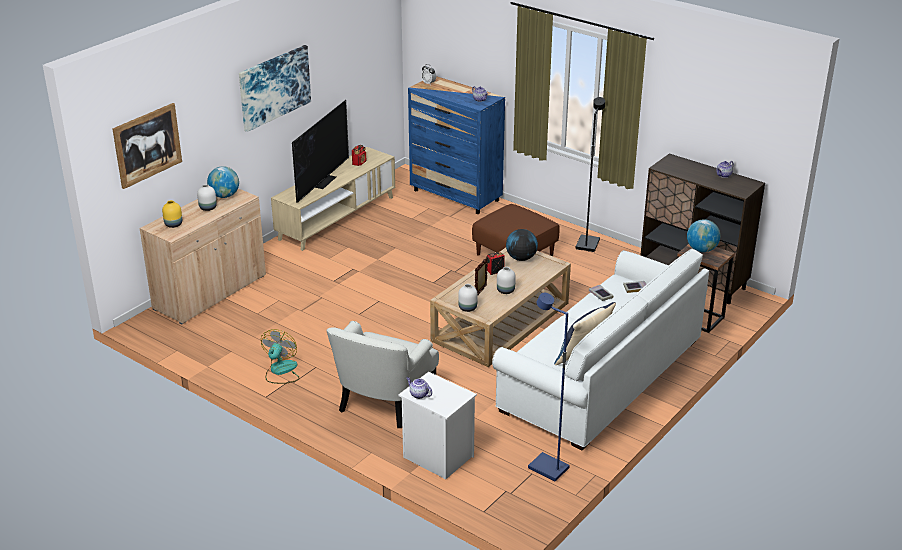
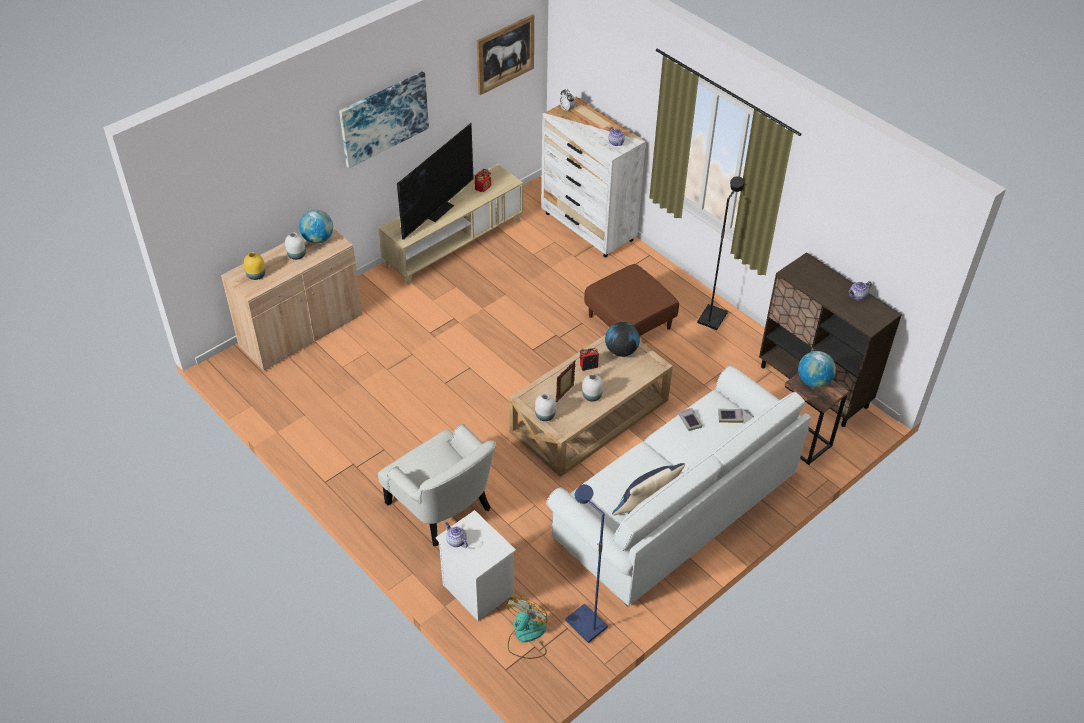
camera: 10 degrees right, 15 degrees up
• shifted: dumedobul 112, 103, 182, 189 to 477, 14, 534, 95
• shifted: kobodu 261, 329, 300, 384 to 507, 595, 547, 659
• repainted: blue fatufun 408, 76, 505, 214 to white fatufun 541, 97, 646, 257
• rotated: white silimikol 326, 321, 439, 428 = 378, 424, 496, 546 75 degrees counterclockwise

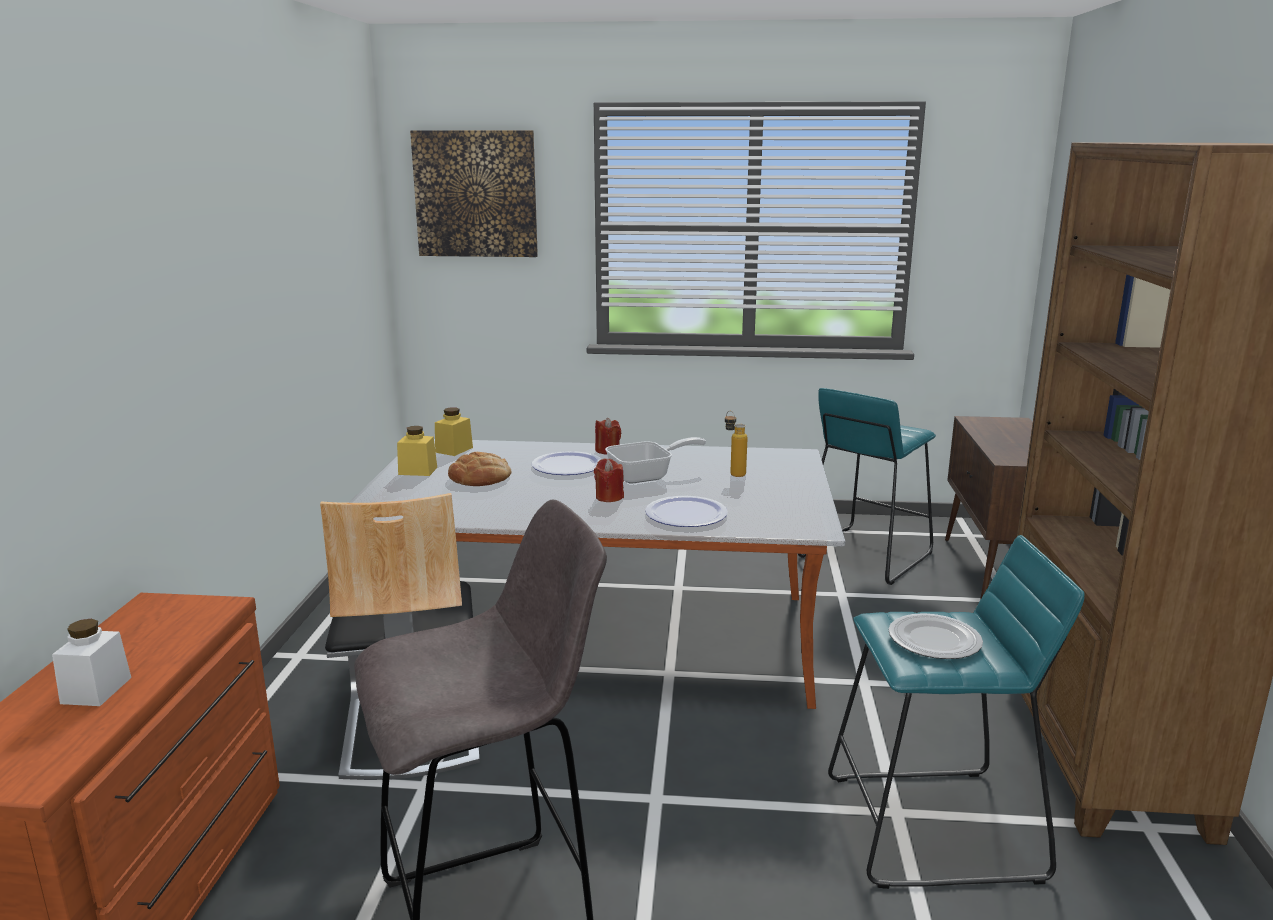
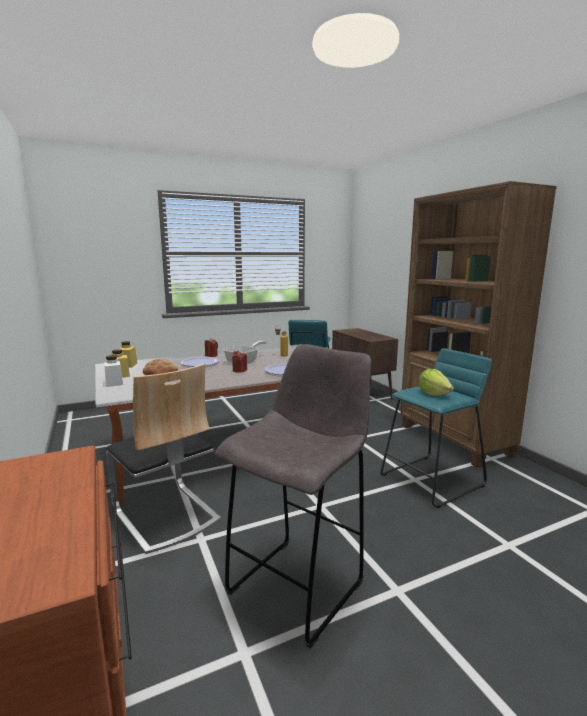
camera: 30 degrees left, 5 degrees down
• gone: dumedobul 410, 130, 538, 257
• shifted: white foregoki 52, 618, 131, 706 to 104, 355, 123, 387
• swapped: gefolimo 888, 613, 983, 659 to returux 418, 369, 454, 396

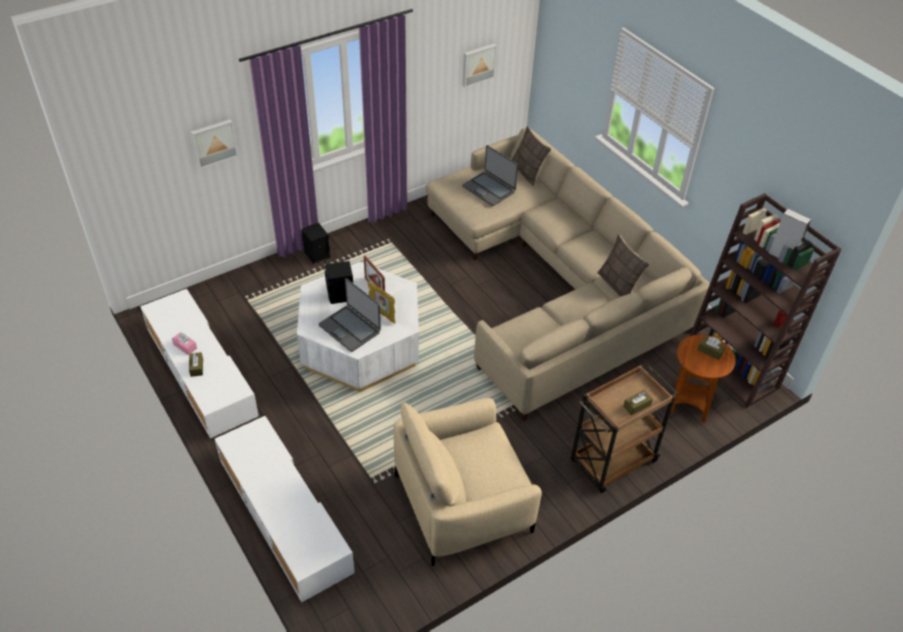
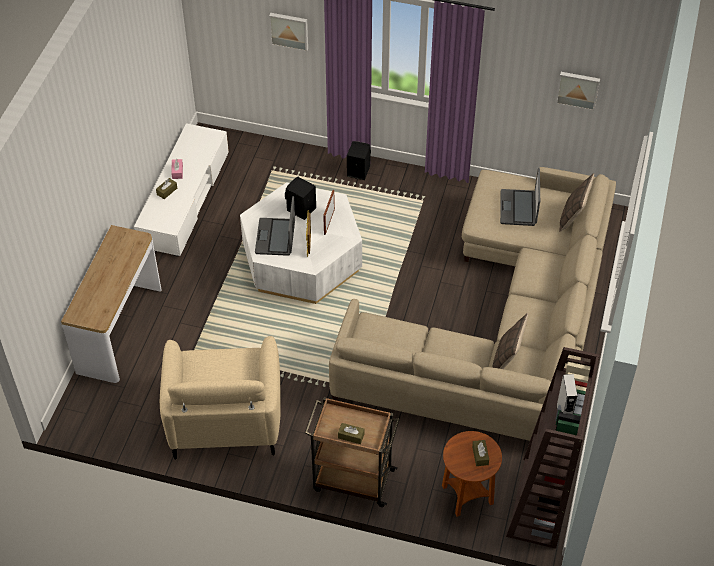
camera: 50 degrees right, 5 degrees up
• swapped: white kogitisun 215, 416, 355, 603 to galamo 61, 225, 161, 383
• rotated: beige silimikol 393, 398, 542, 566 = 160, 336, 281, 460 120 degrees counterclockwise

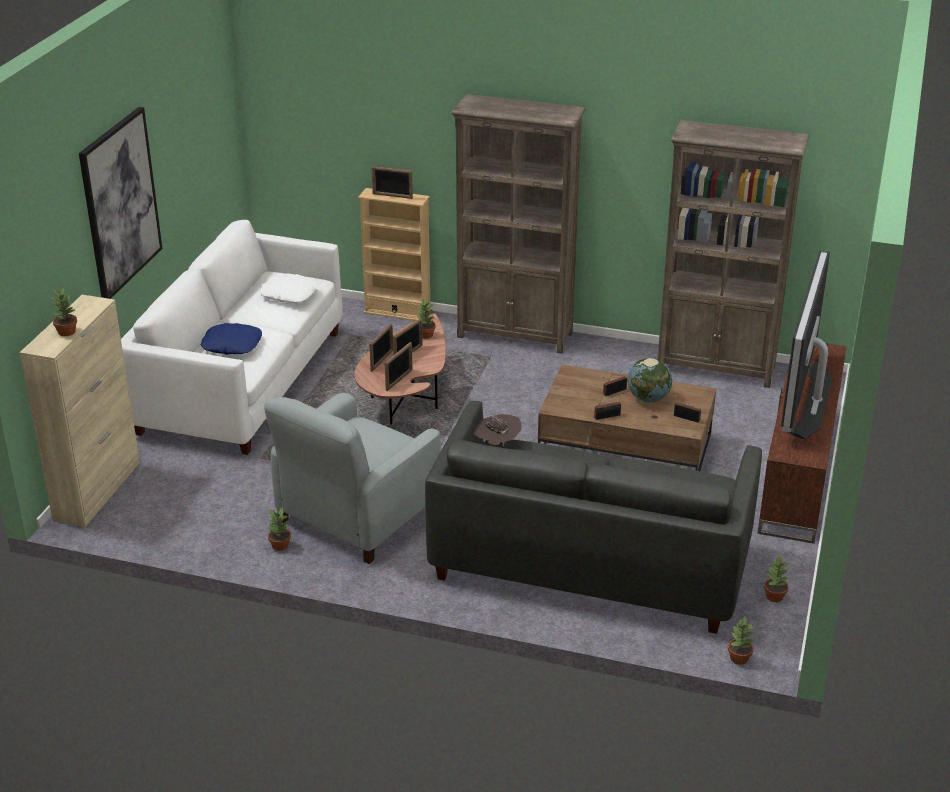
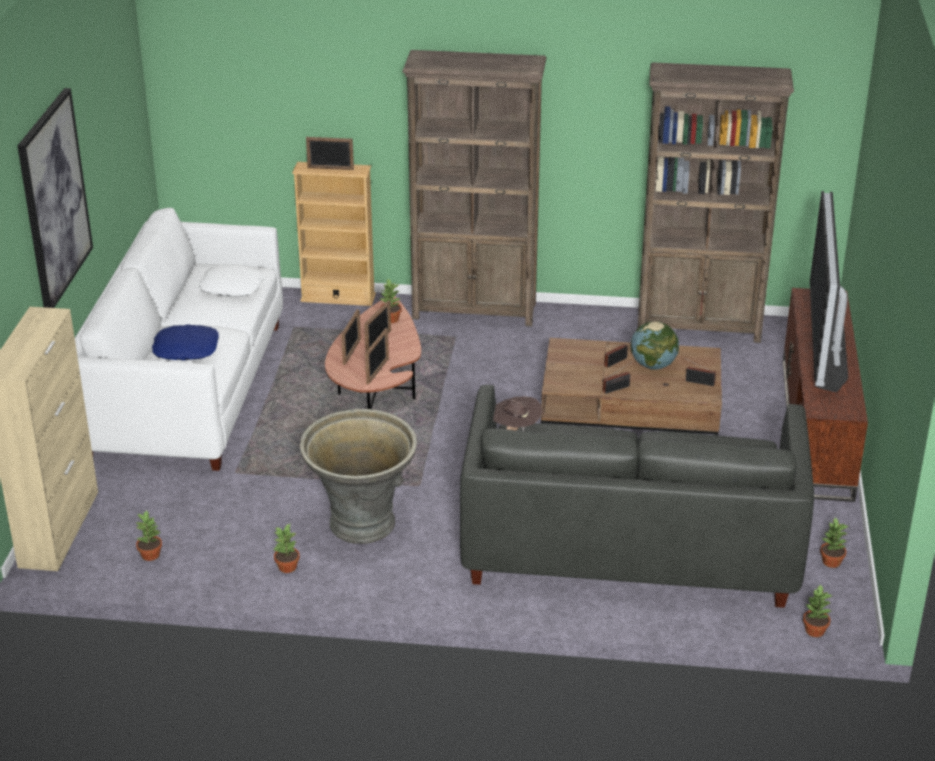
camera: 10 degrees left, 0 degrees up
• shifted: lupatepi 51, 287, 77, 336 to 136, 510, 162, 561
• swapped: grey silimikol 264, 393, 441, 564 to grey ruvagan 300, 409, 417, 544

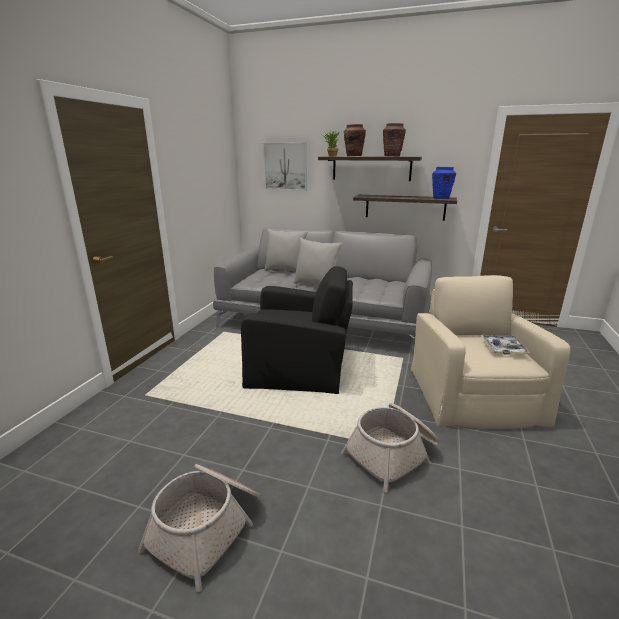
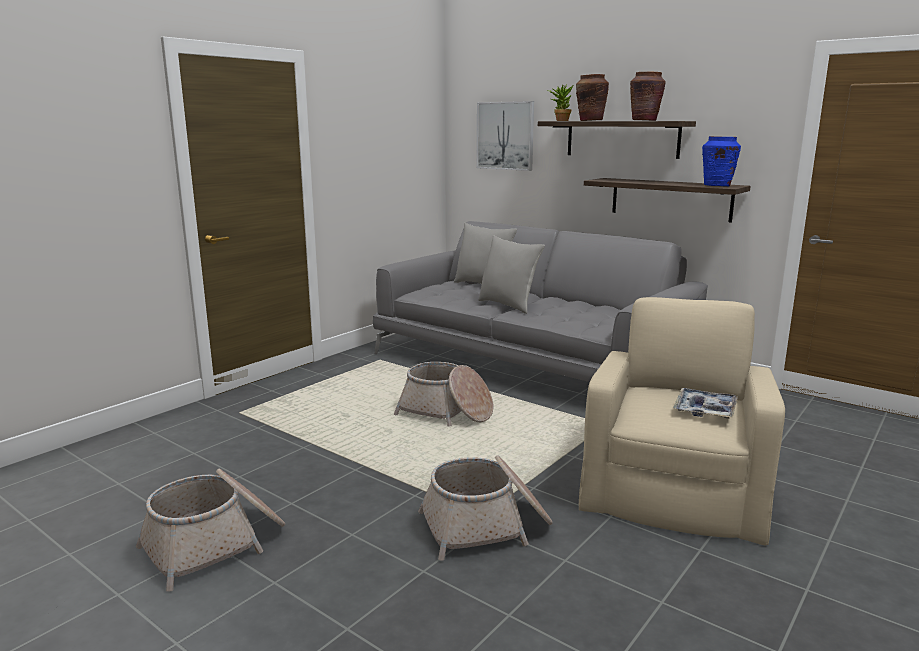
camera: 20 degrees right, 5 degrees down
• swapped: black silimikol 241, 266, 353, 394 to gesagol 394, 362, 493, 427

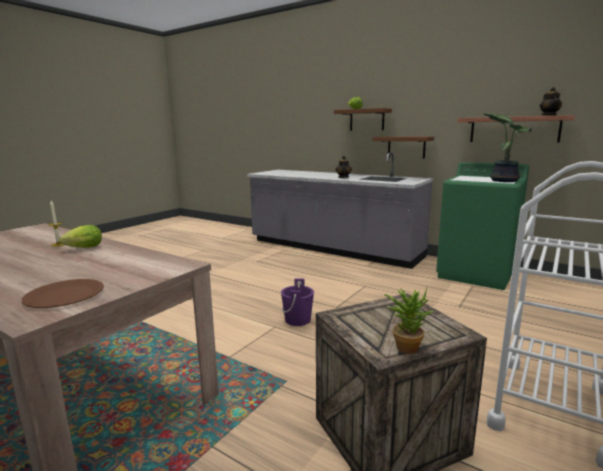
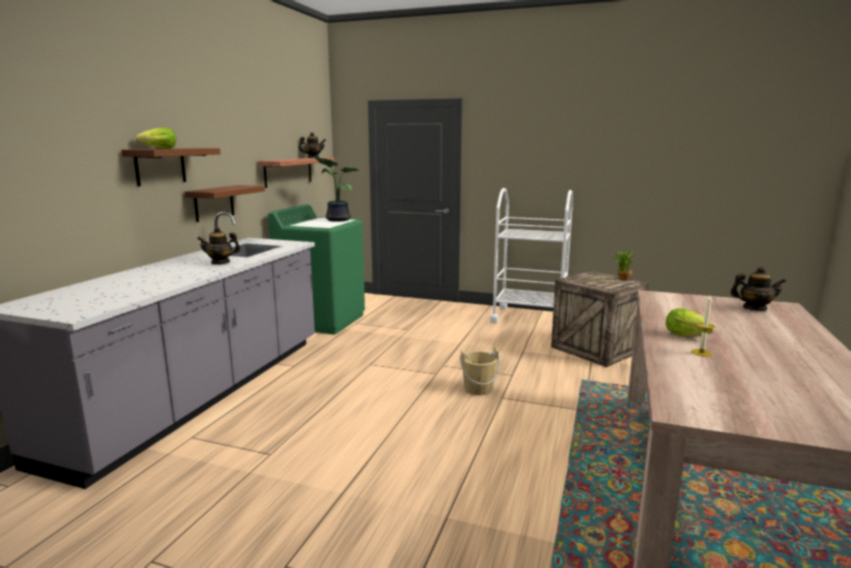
camera: 105 degrees left, 0 degrees up
• swapped: brown gefolimo 22, 279, 104, 308 to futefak 730, 266, 786, 311
• repainted: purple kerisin 281, 278, 314, 326 to beige kerisin 460, 347, 499, 395

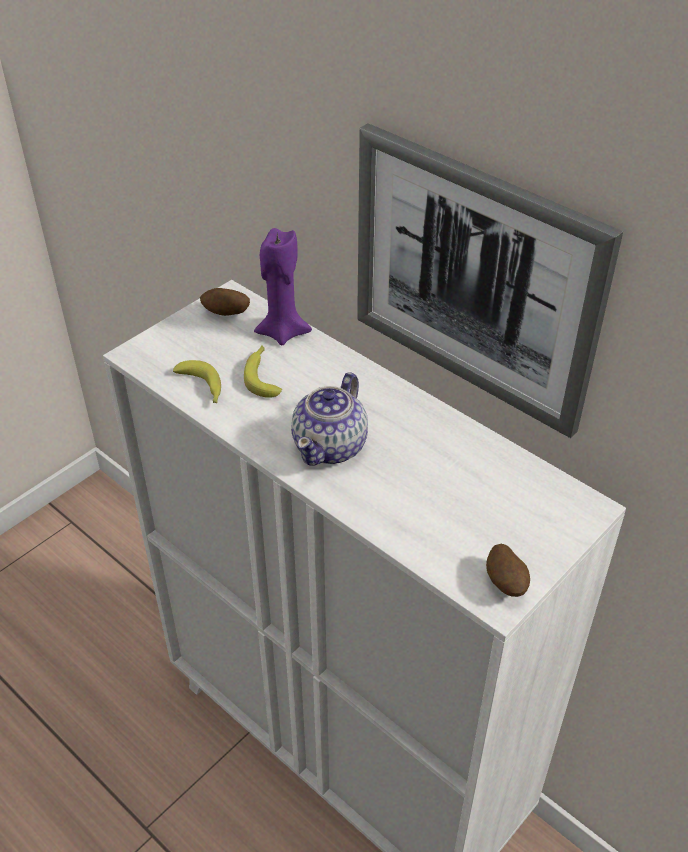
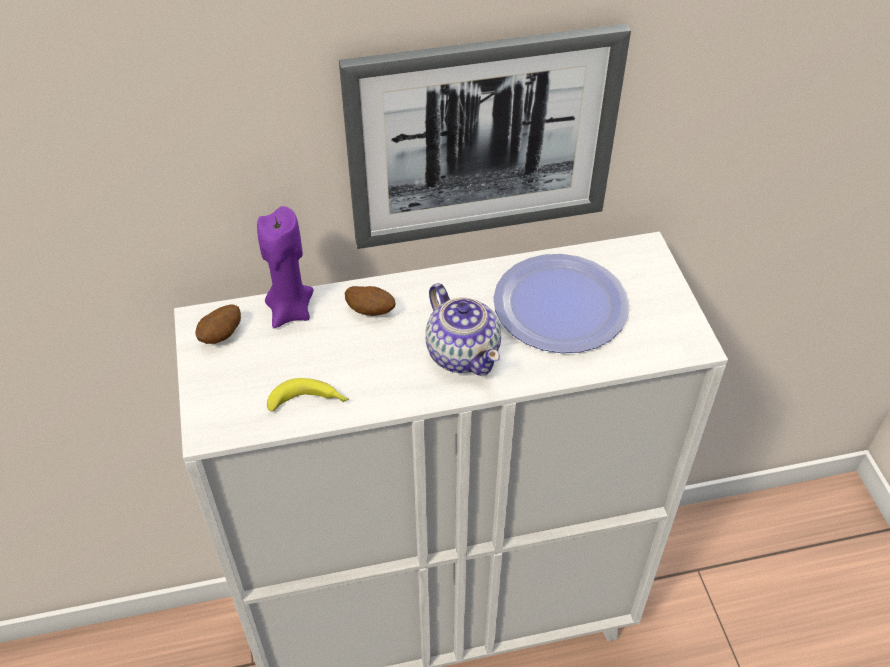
camera: 55 degrees left, 5 degrees up
• gone: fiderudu 244, 345, 282, 398
• new: gefolimo 493, 254, 629, 353
• shifted: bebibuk 486, 544, 530, 597 to 345, 286, 396, 316

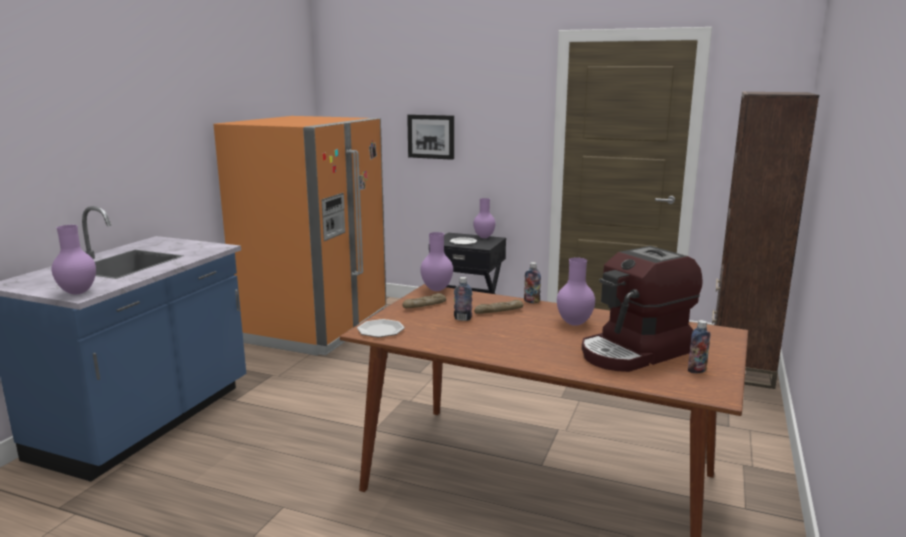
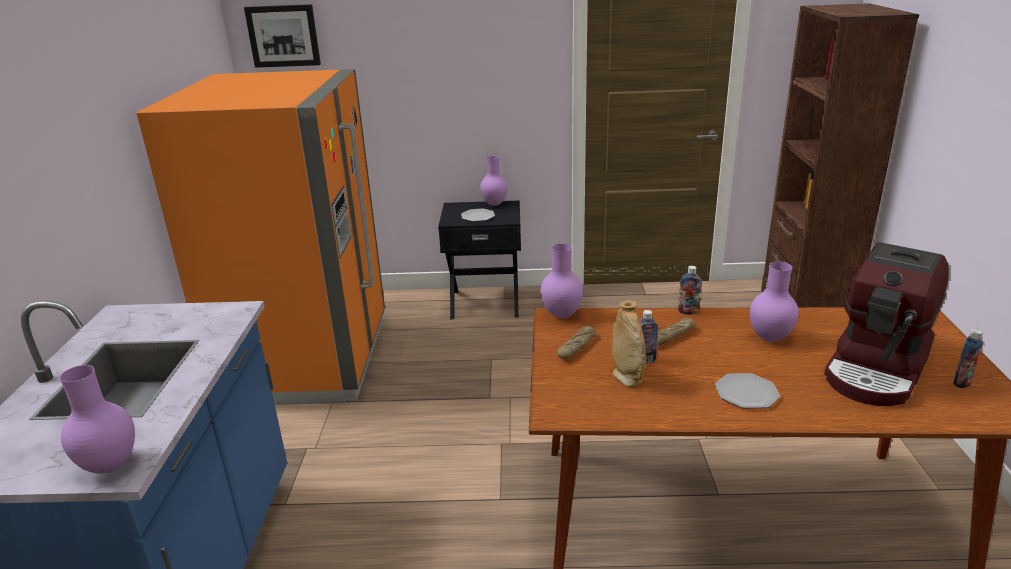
camera: 20 degrees left, 10 degrees up
• new: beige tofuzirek 612, 300, 646, 387
• shifted: gefolimo 357, 319, 405, 337 to 715, 373, 780, 409
• shifted: dumedobul 407, 114, 454, 160 to 244, 4, 321, 68

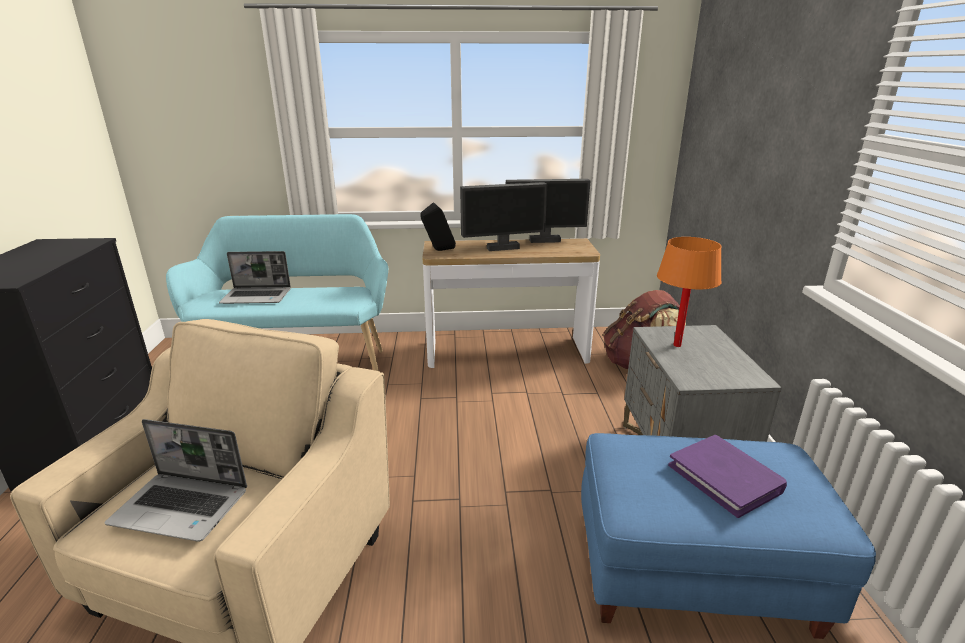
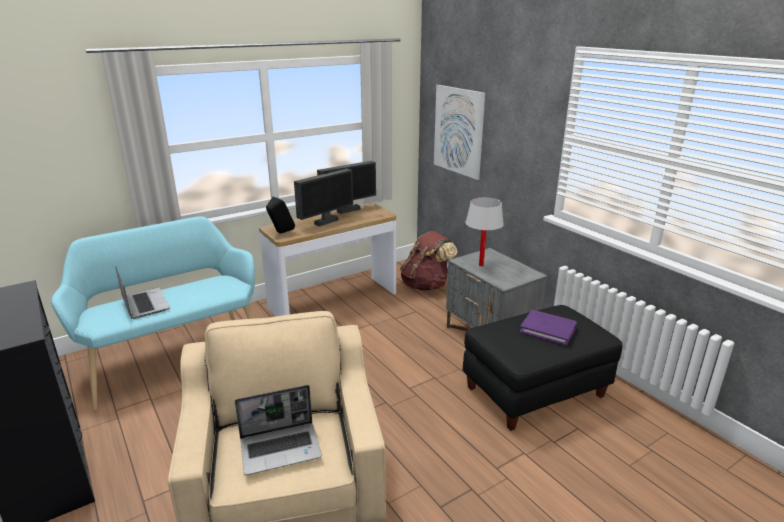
camera: 30 degrees left, 0 degrees up
• new: dumedobul 434, 85, 485, 180
• repainted: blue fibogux 581, 433, 876, 639 to black fibogux 463, 305, 623, 431
• repainted: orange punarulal 657, 237, 722, 347 to white punarulal 465, 198, 504, 267
• rotated: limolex 219, 251, 291, 304 = 116, 267, 170, 319 90 degrees counterclockwise

